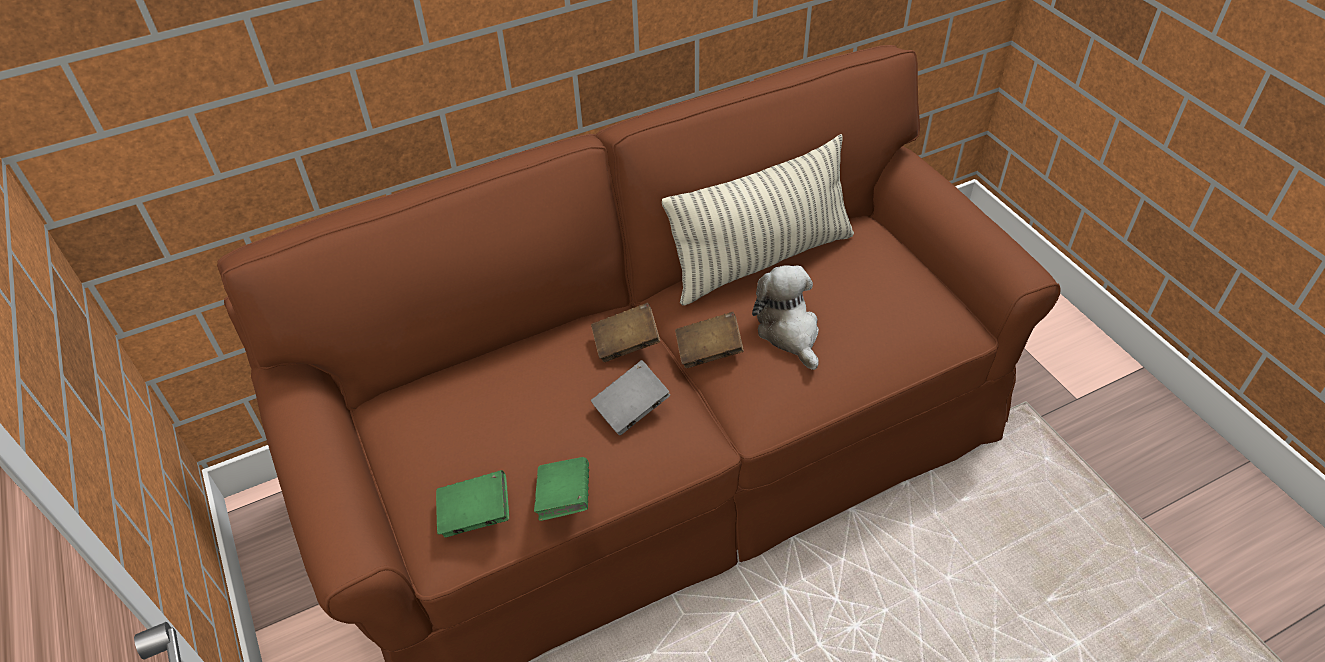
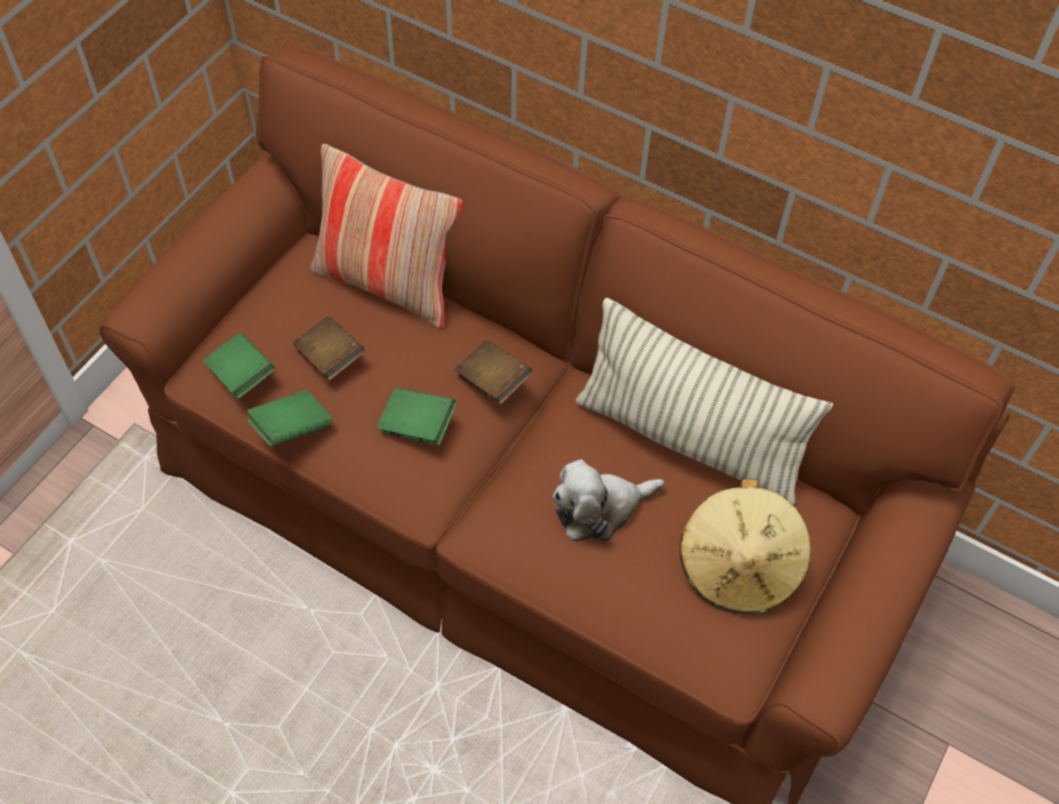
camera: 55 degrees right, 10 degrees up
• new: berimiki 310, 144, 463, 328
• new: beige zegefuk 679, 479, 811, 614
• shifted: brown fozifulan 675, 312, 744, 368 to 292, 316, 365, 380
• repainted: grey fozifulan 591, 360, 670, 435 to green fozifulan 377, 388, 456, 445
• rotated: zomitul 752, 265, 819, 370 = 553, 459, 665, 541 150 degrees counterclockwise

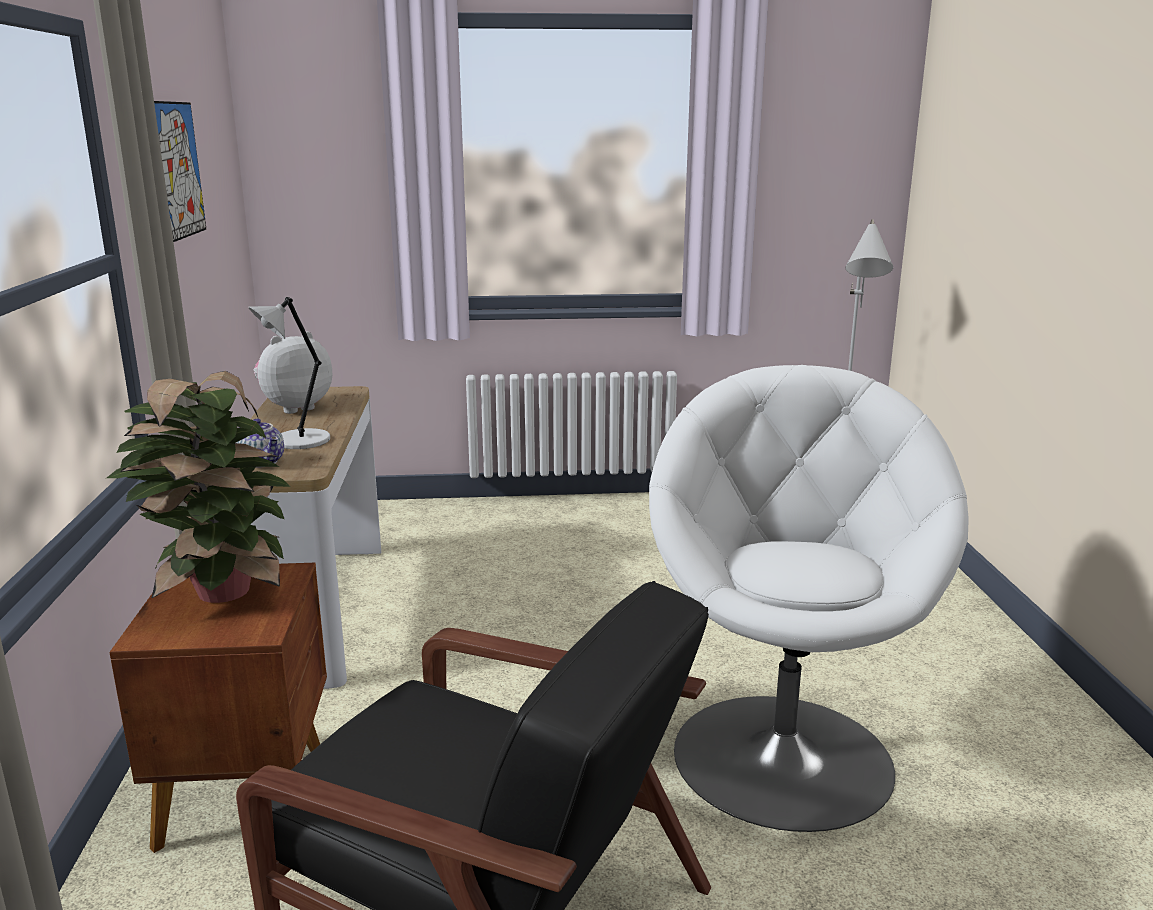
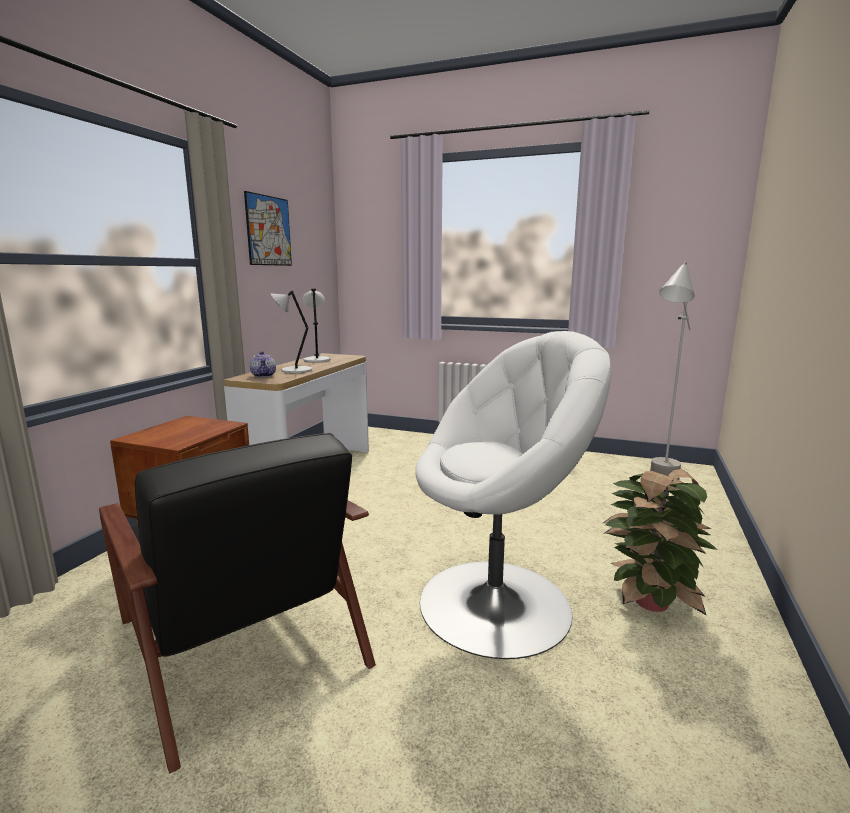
camera: 25 degrees right, 5 degrees down
• shifted: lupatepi 107, 371, 291, 603 to 603, 469, 718, 616
• swapped: zomitul 254, 331, 332, 414 to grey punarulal 303, 289, 331, 363
• rotated: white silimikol 649, 365, 969, 832 = 415, 331, 611, 659 45 degrees clockwise

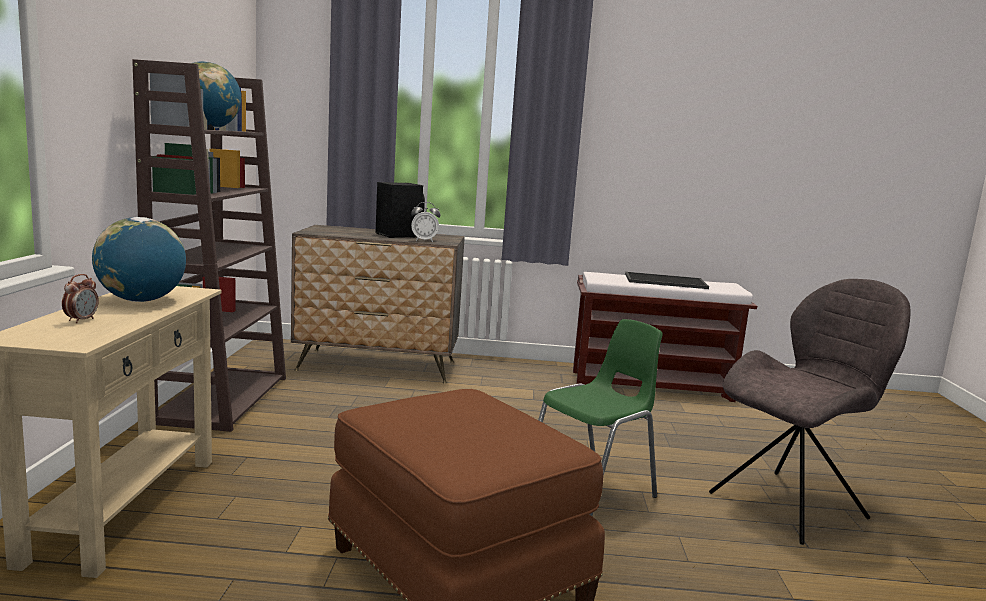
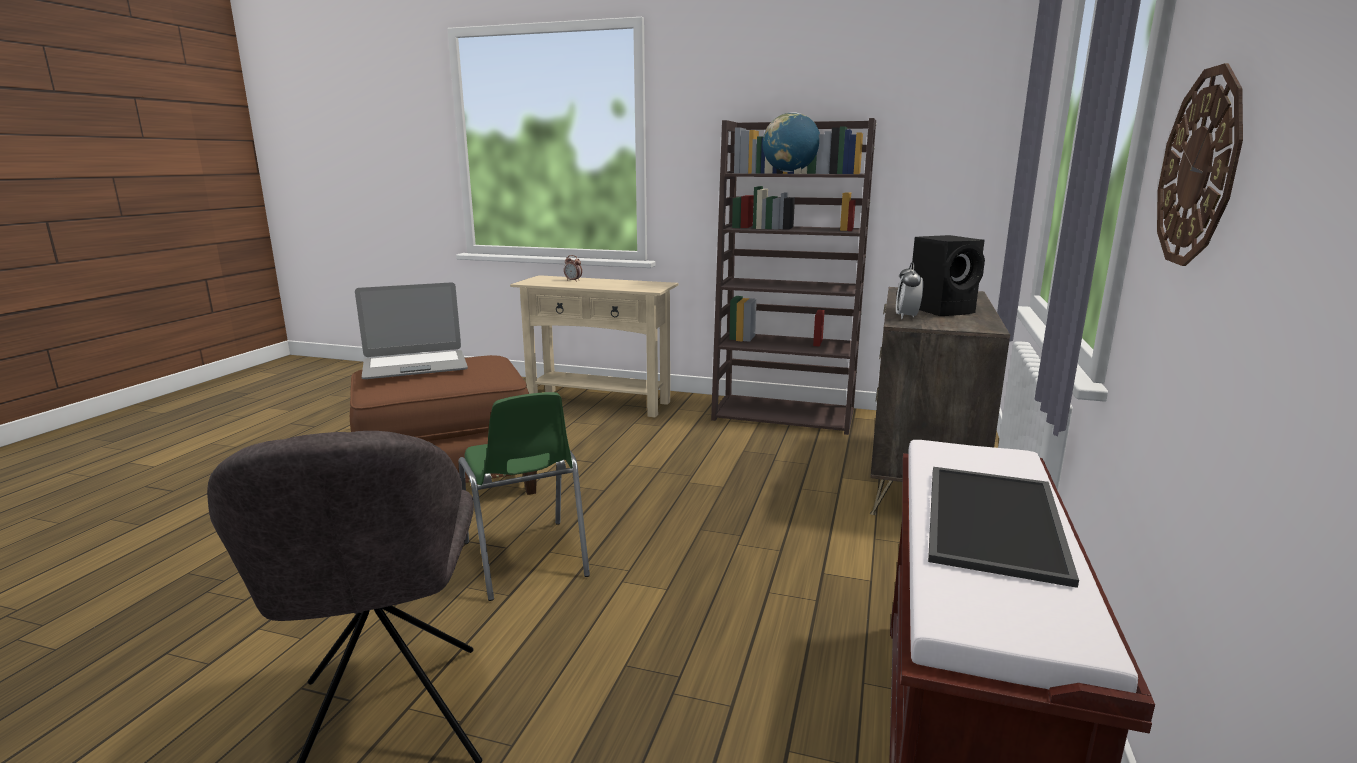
camera: 105 degrees right, 5 degrees up
• gone: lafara 92, 217, 186, 302
• new: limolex 355, 282, 468, 379
• new: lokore 1157, 63, 1243, 266

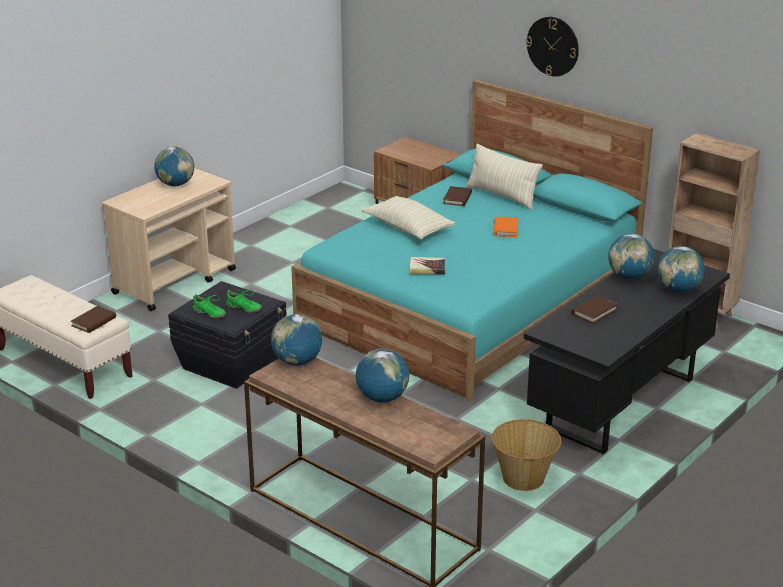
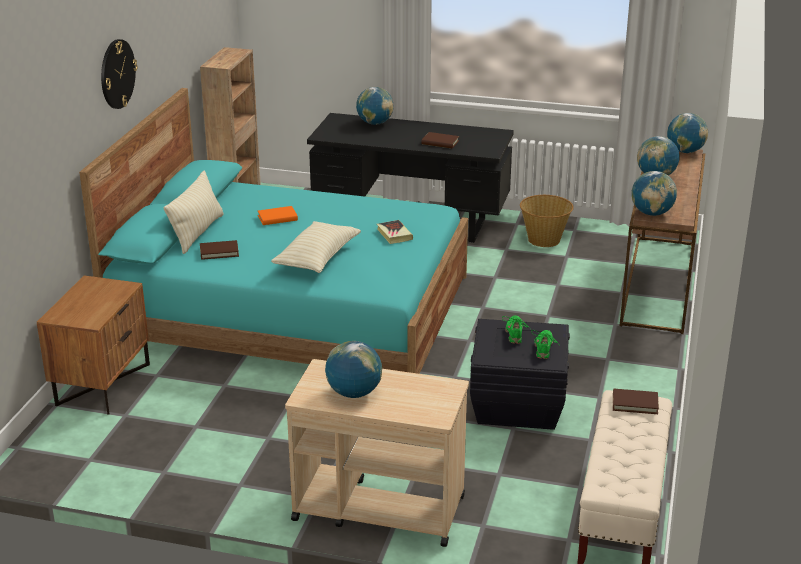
camera: 115 degrees left, 0 degrees up
• shifted: lafara 608, 234, 654, 279 to 667, 113, 708, 153

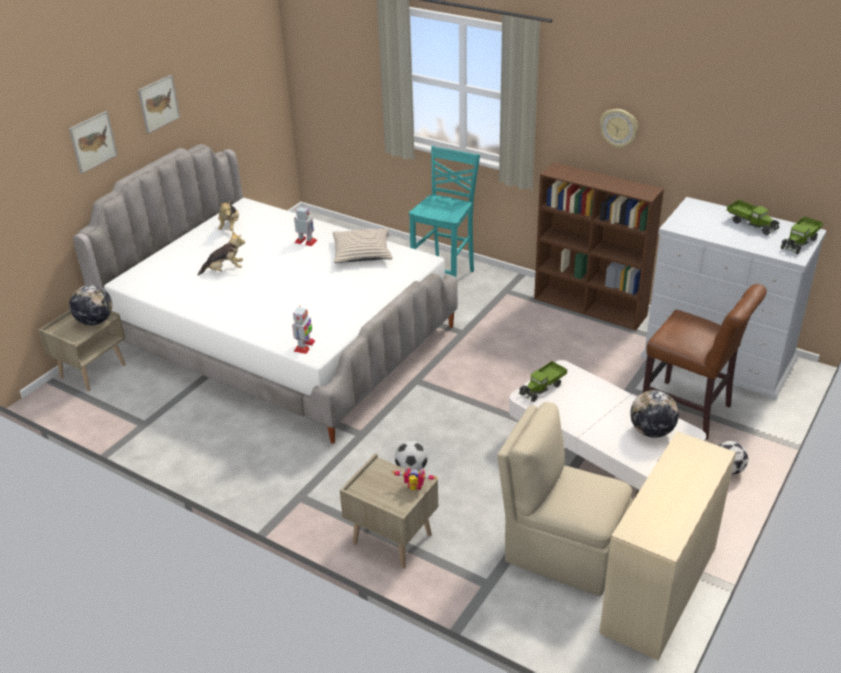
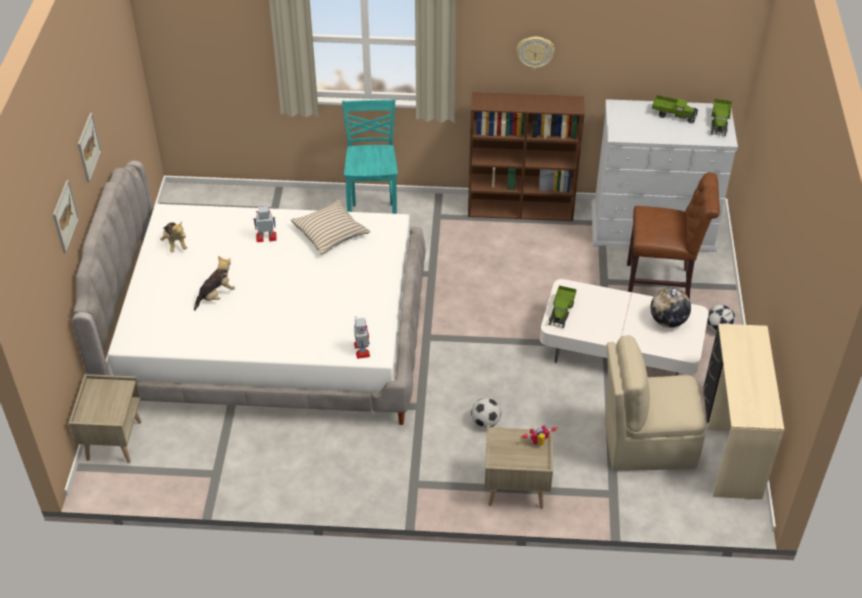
camera: 30 degrees left, 10 degrees up
• gone: lafara 69, 285, 112, 325

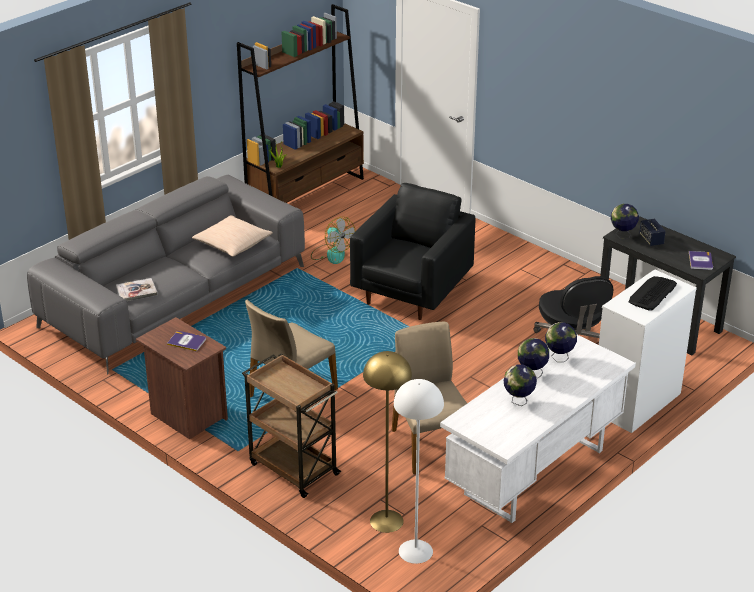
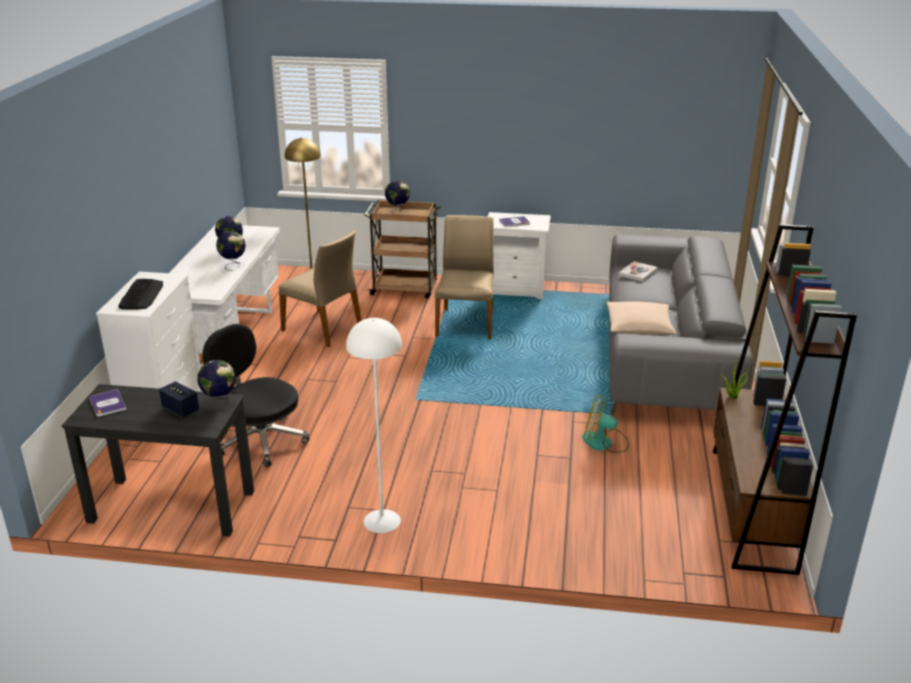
camera: 145 degrees right, 5 degrees down
• gone: black silimikol 350, 183, 475, 320
• shifted: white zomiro 394, 379, 444, 564 to 346, 318, 402, 533
• shifted: lafara 545, 322, 577, 362 to 385, 180, 410, 215
• repainted: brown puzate 136, 317, 228, 440 to white puzate 488, 212, 551, 299

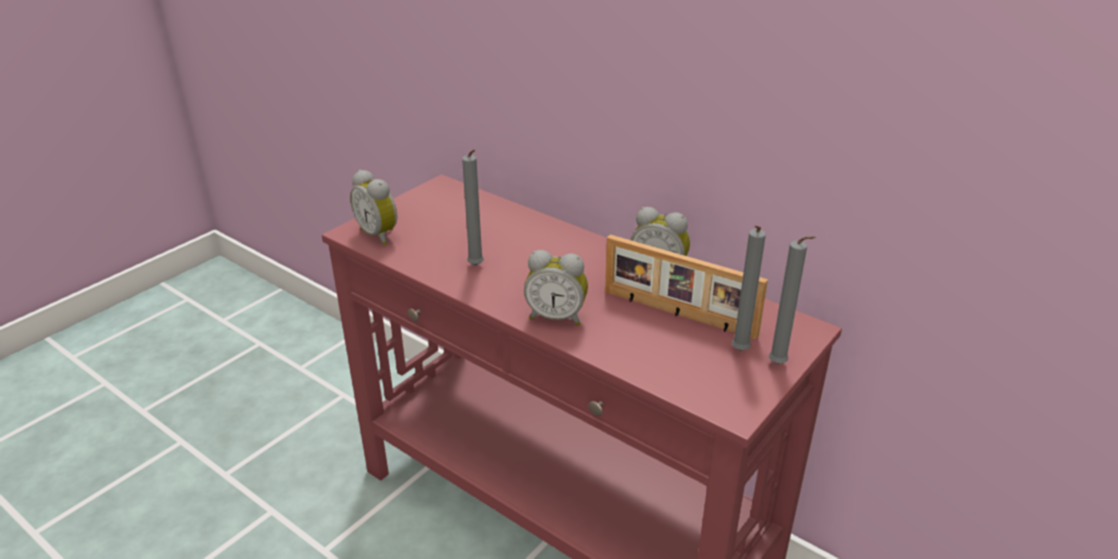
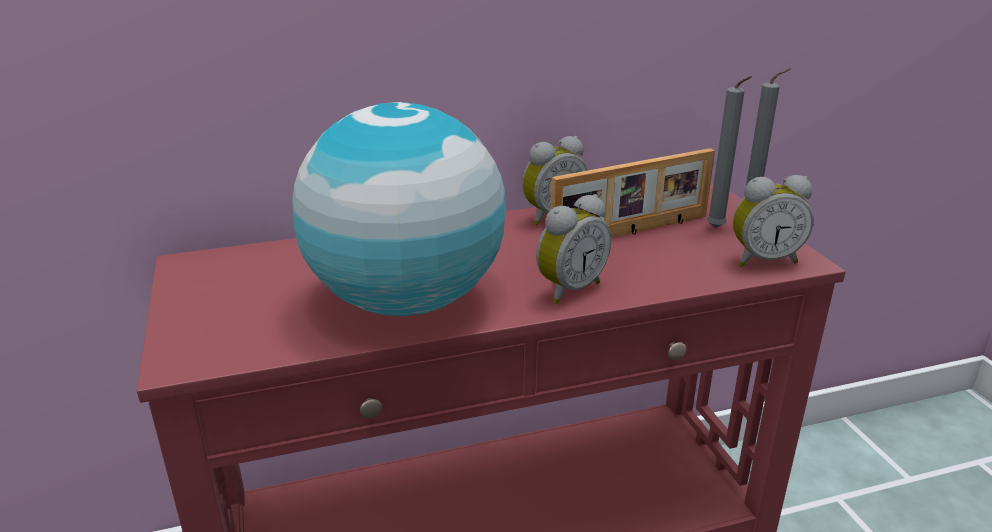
camera: 55 degrees left, 5 degrees down
• shifted: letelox 350, 170, 397, 246 to 733, 175, 814, 267
• swapped: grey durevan 462, 150, 484, 266 to lafara 292, 102, 506, 316

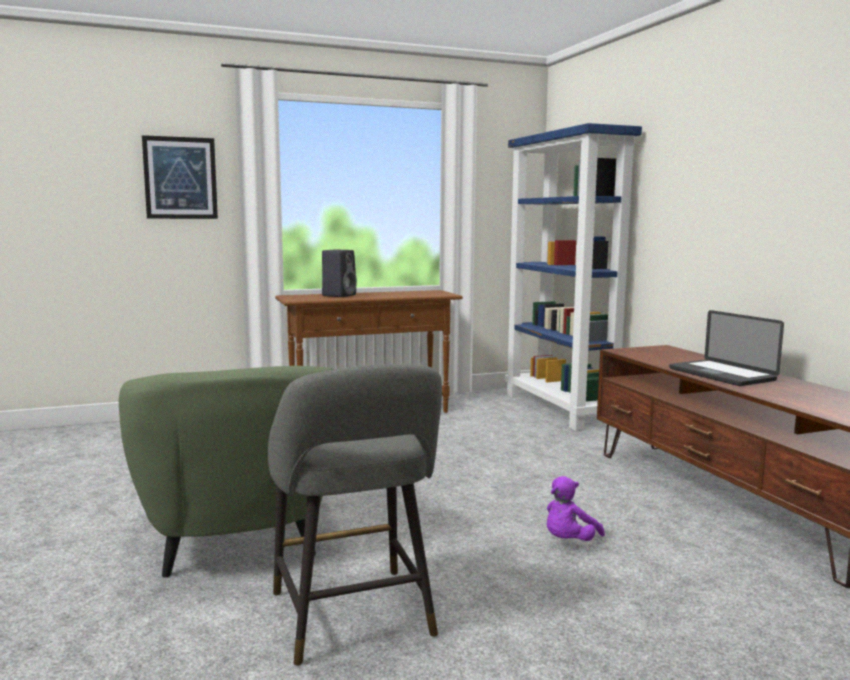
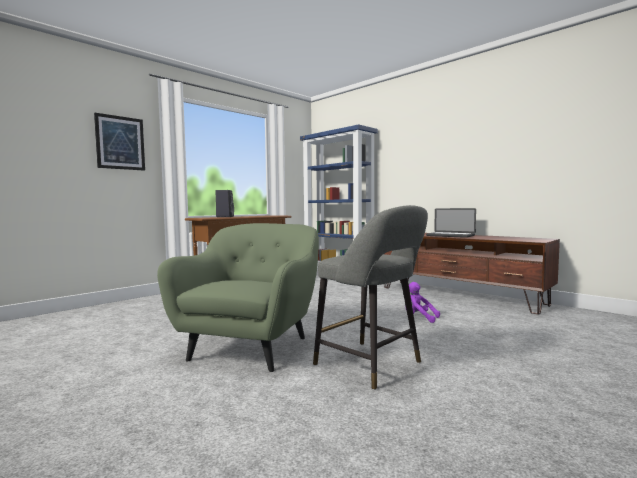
camera: 25 degrees left, 5 degrees down
• rotated: green silimikol 119, 366, 334, 578 = 157, 223, 319, 372 120 degrees counterclockwise
• rotated: purple zomitul 547, 476, 605, 541 = 409, 282, 440, 323 105 degrees clockwise

